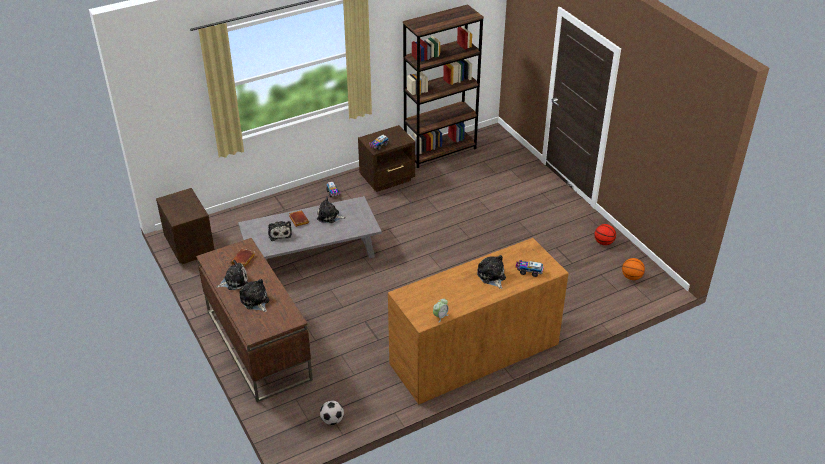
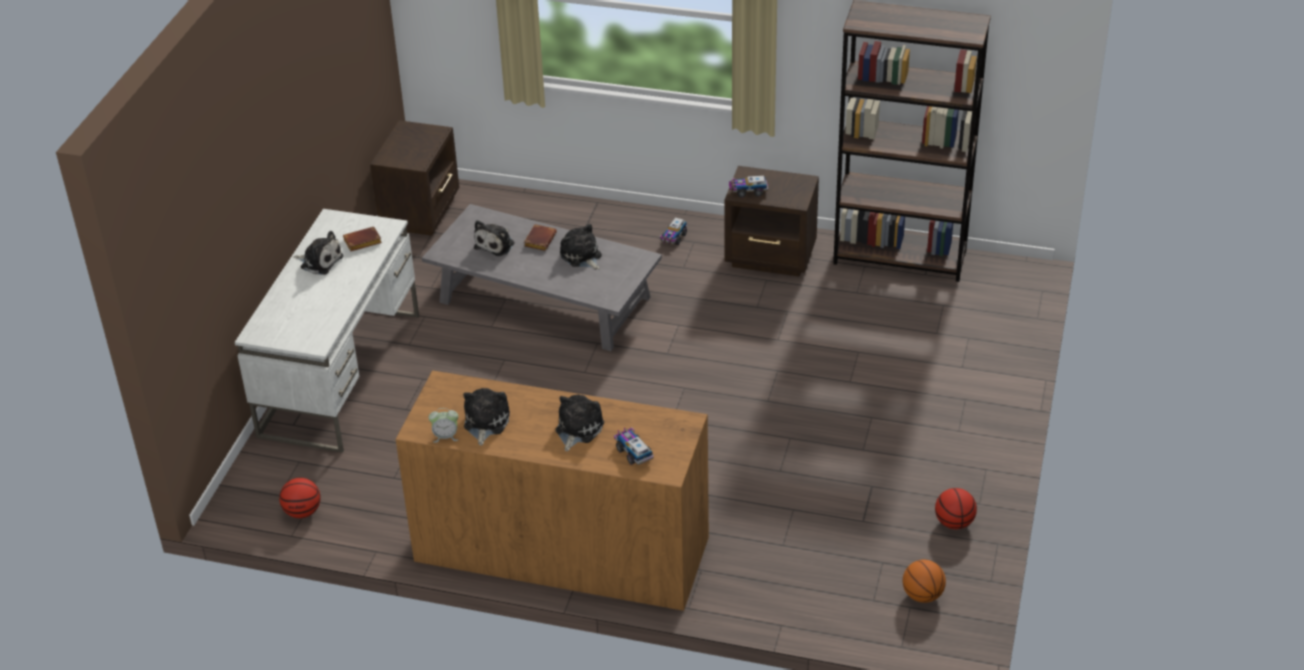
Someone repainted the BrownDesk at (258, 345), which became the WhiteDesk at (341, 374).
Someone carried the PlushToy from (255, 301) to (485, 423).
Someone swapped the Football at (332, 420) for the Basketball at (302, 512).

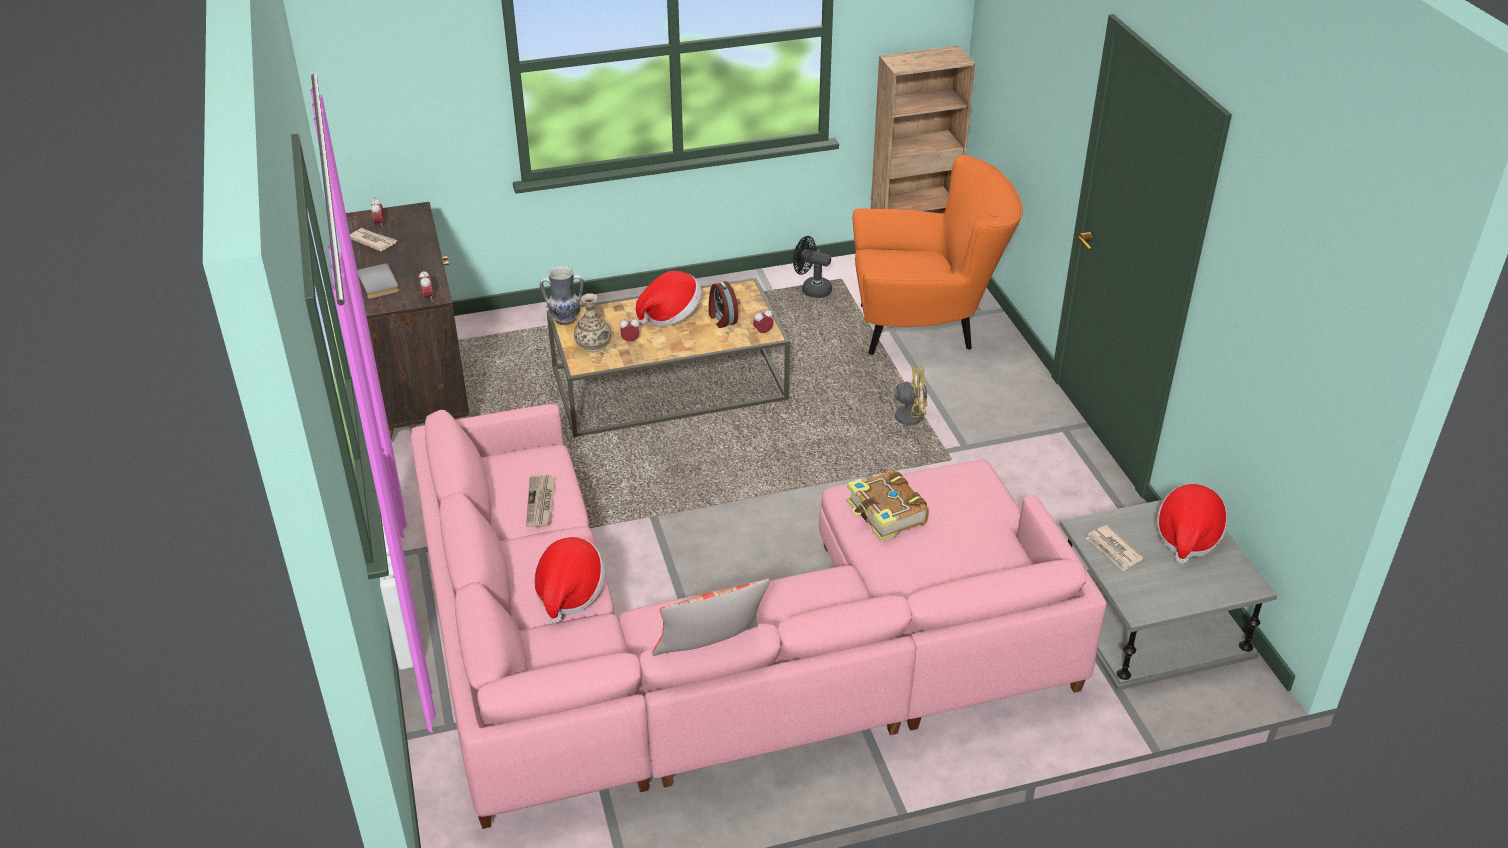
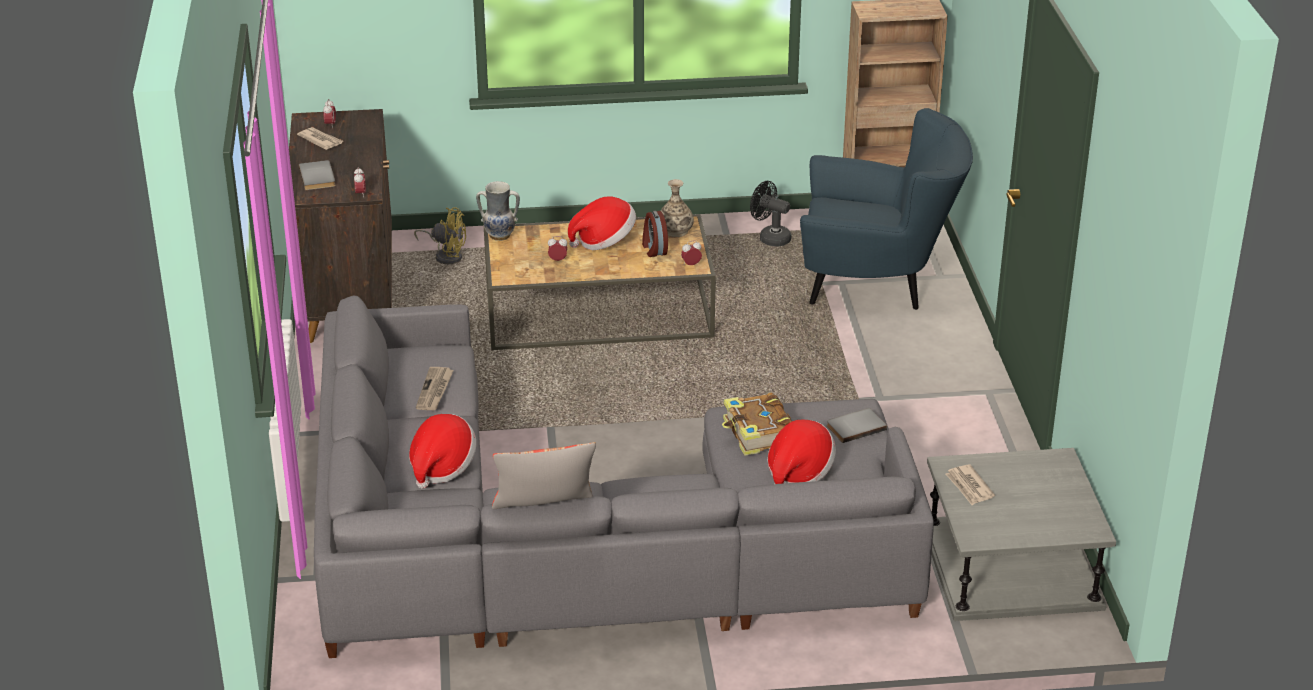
Someone repainted the PinkSofa at (719, 645), which became the GreySofa at (582, 541).
Someone carried the Vase from (593, 344) to (675, 231).
Someone repainted the OrangeArmchair at (925, 328), which became the BlueArmchair at (877, 285).
Someone carried the YellowFan from (904, 414) to (446, 255).
Someone carried the Hat from (1187, 537) to (798, 472).
Someone put down the GreyBook at (855, 426).

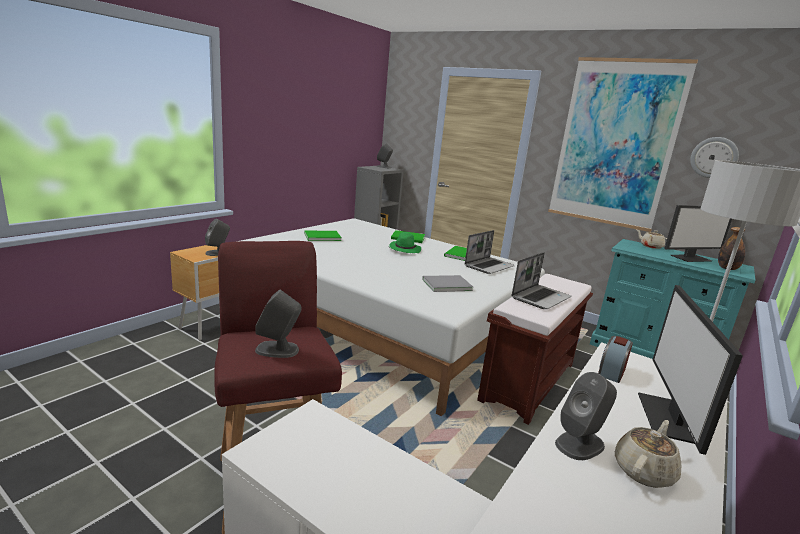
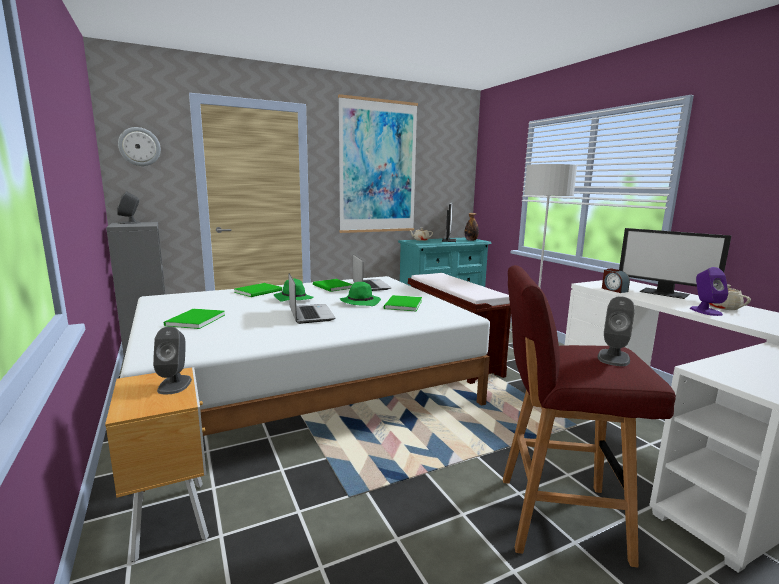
Someone repainted the GreyBook at (445, 284), which became the GreenBook at (402, 305).
Someone carried the Laptop from (540, 297) to (310, 314).
Someone repainted the GreySpeaker at (580, 444), which became the PurpleSpeaker at (705, 311).
Someone carried the WallClock from (714, 157) to (139, 146).
Someone put down the GreenHat at (360, 302).

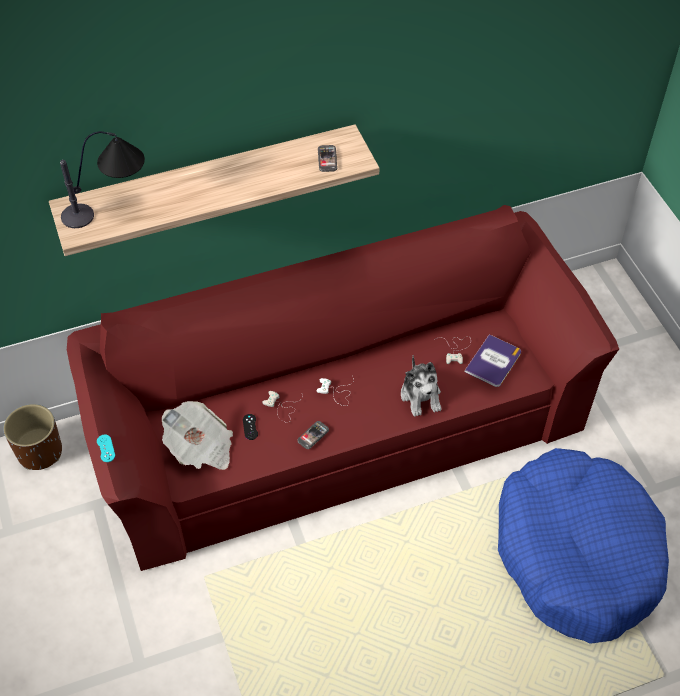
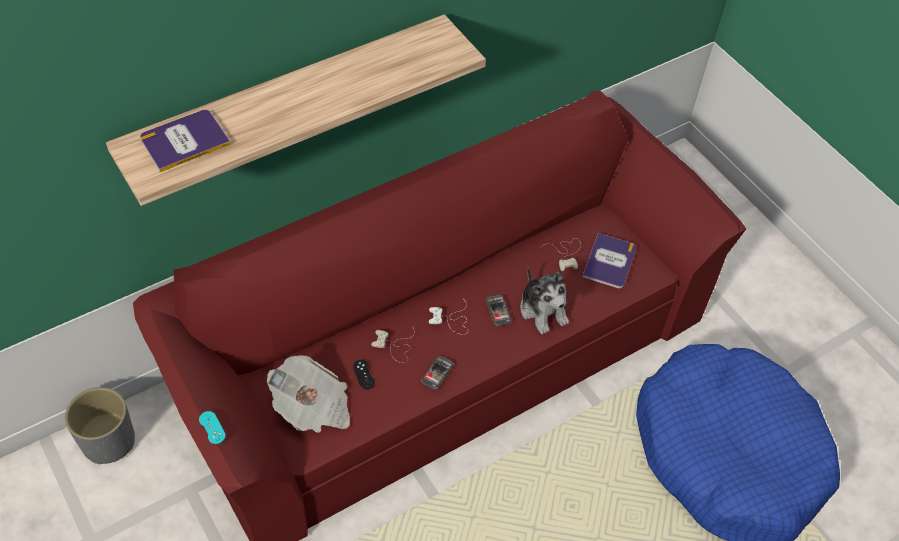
Someone repainted the BrownPlanter at (40, 452), which became the GreyPlanter at (109, 441).
Someone swapped the TableLamp at (110, 207) for the Book at (185, 141).
Someone carried the Phone from (327, 159) to (498, 311).

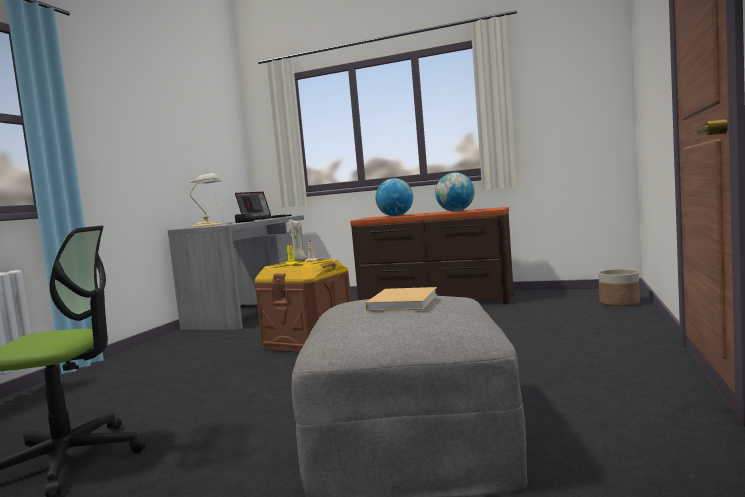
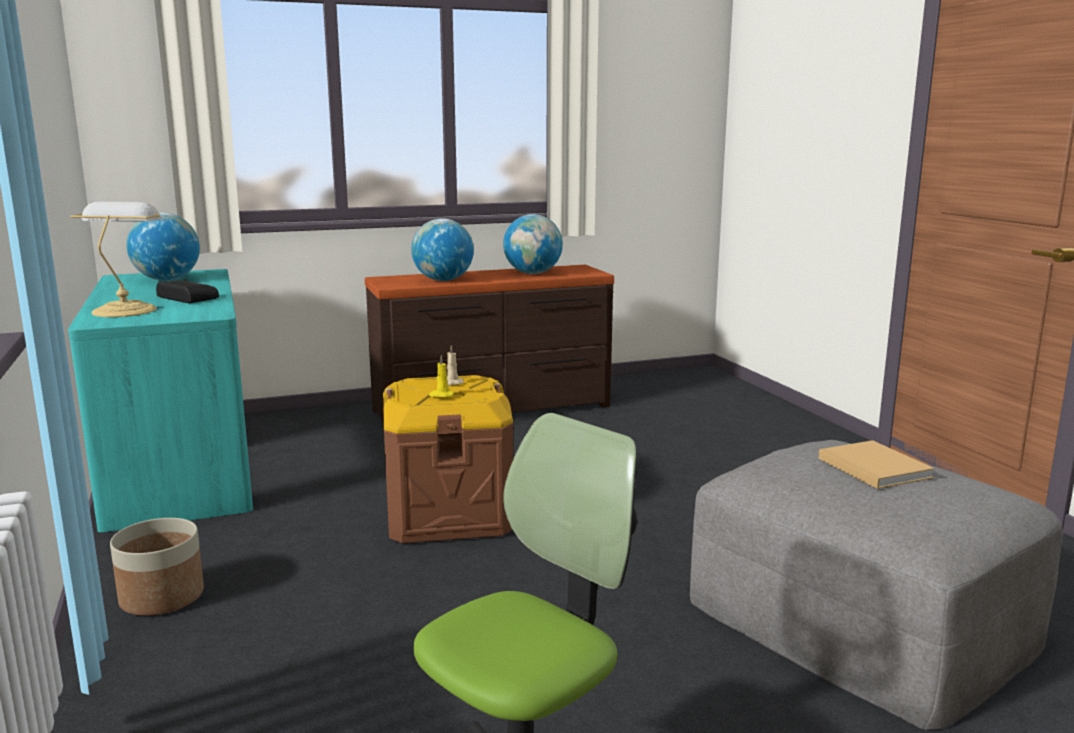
Someone repainted the GreyDesk at (252, 311), which became the TurquoiseDesk at (179, 466).
Someone swapped the Laptop at (265, 218) for the Globe at (167, 280).
Someone took away the BeigeCandle at (299, 260).
Someone carried the Planter from (619, 303) to (161, 597).

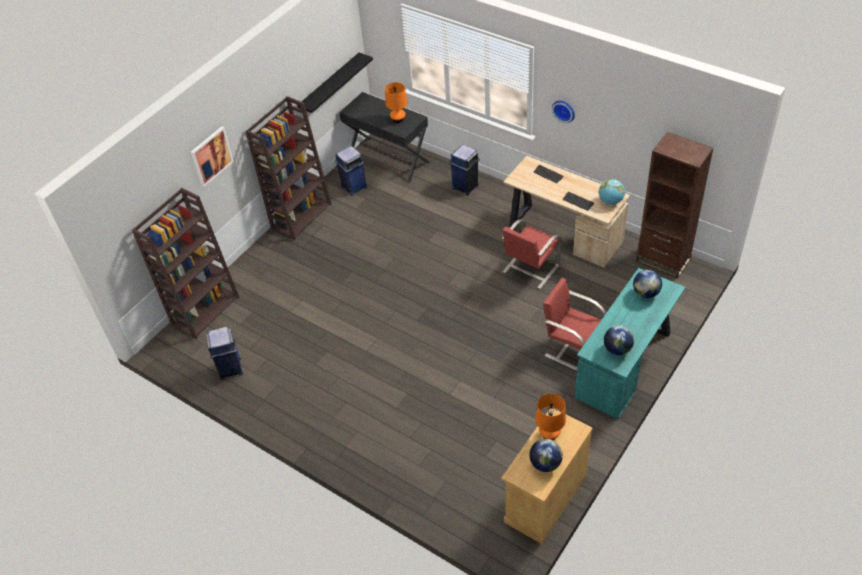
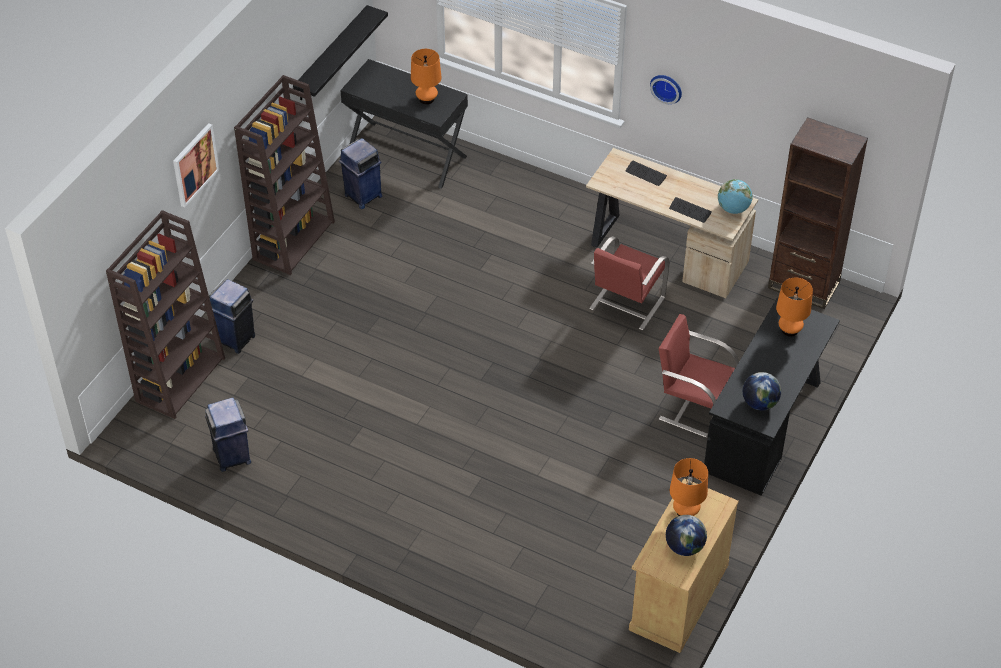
Someone carried the BlueTrashCan from (465, 186) to (236, 338).
Someone repainted the TurquoiseDesk at (626, 364), which became the BlackDesk at (766, 424).
Someone swapped the Globe at (646, 293) for the OrangeTableLamp at (790, 330).

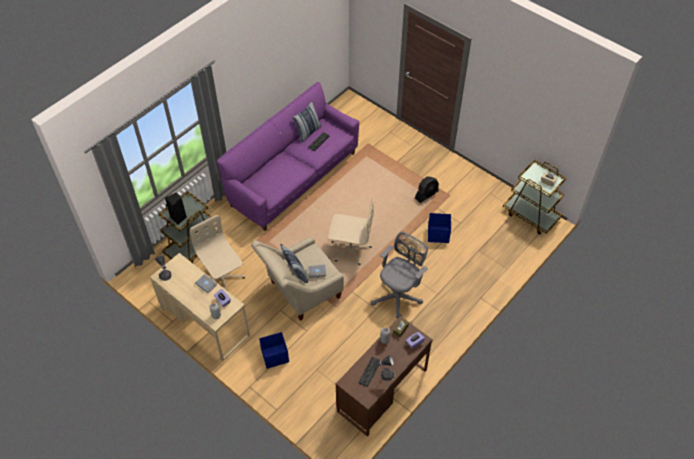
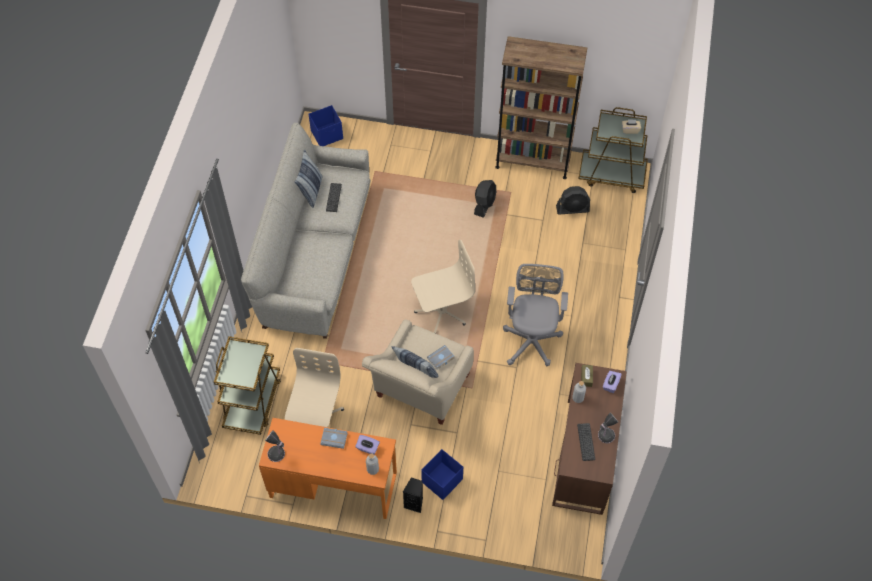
Someone repainted the BeigeDesk at (205, 322), which became the OrangeDesk at (333, 484).
Someone carried the BlackSpeaker from (179, 218) to (414, 503).
Someone rotated the BeigeOfficeChair at (223, 277) by 75 degrees clockwise.
Someone repainted the PurpleSofa at (293, 178), which became the GreySofa at (316, 256).
Someone carried the BlueStorageBox from (438, 235) to (327, 135).
Someone put down the BrownBookcase at (533, 161).
Someone put down the BlackFan at (572, 209).

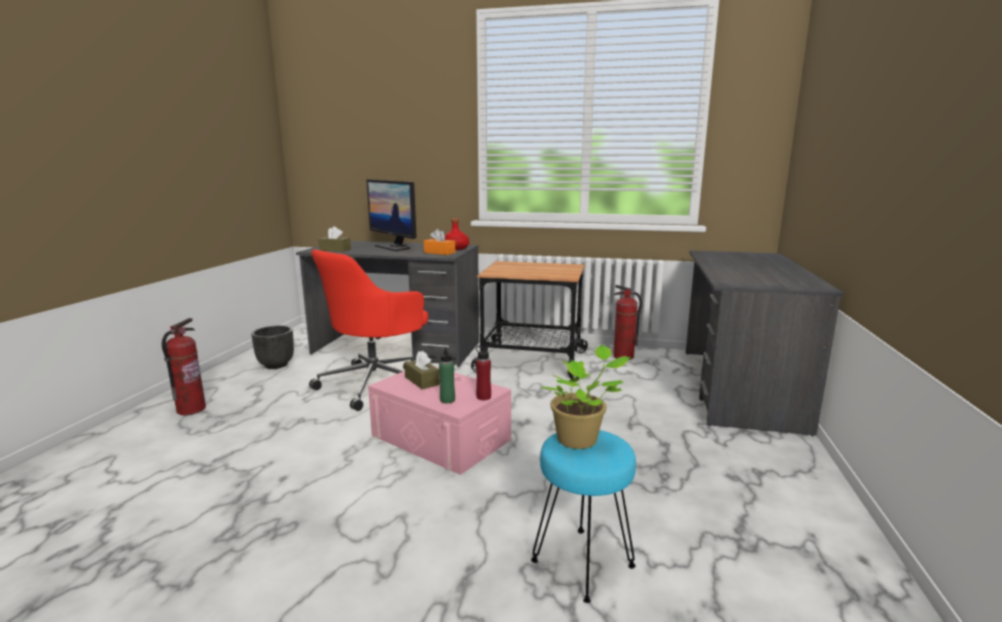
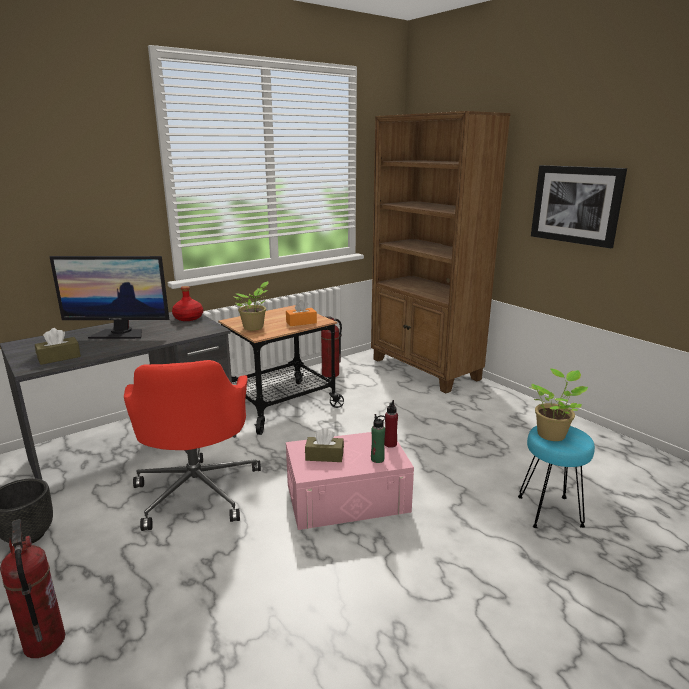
Someone carried the OrangeTissueBox from (439, 252) to (301, 322).
Someone swapped the GreyDesk at (738, 388) for the BrownBookcase at (425, 369).
Someone put down the PottedPlant at (254, 327).
Someone put up the Picture at (576, 205).

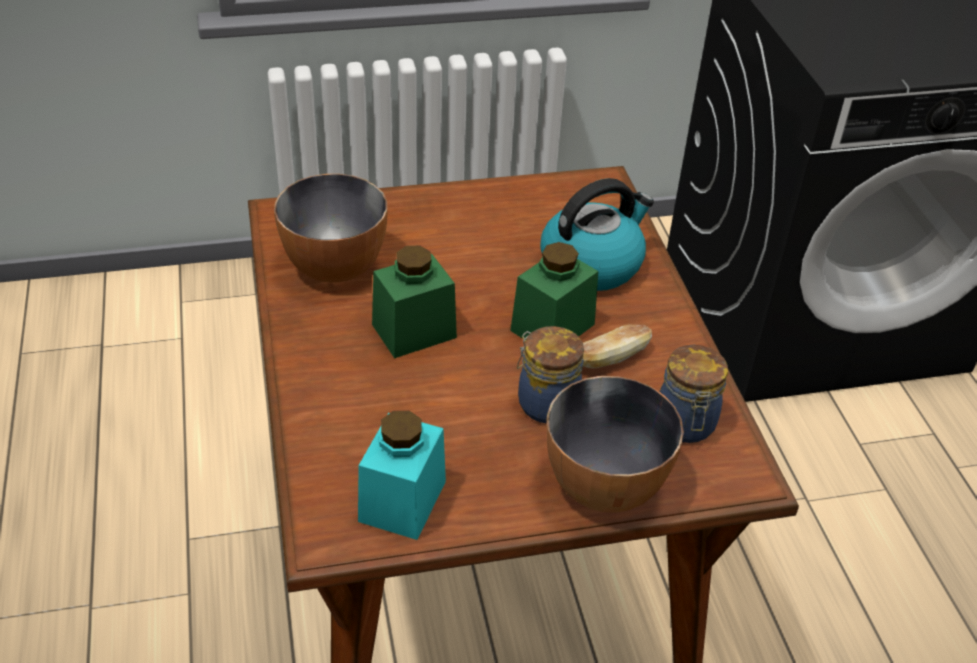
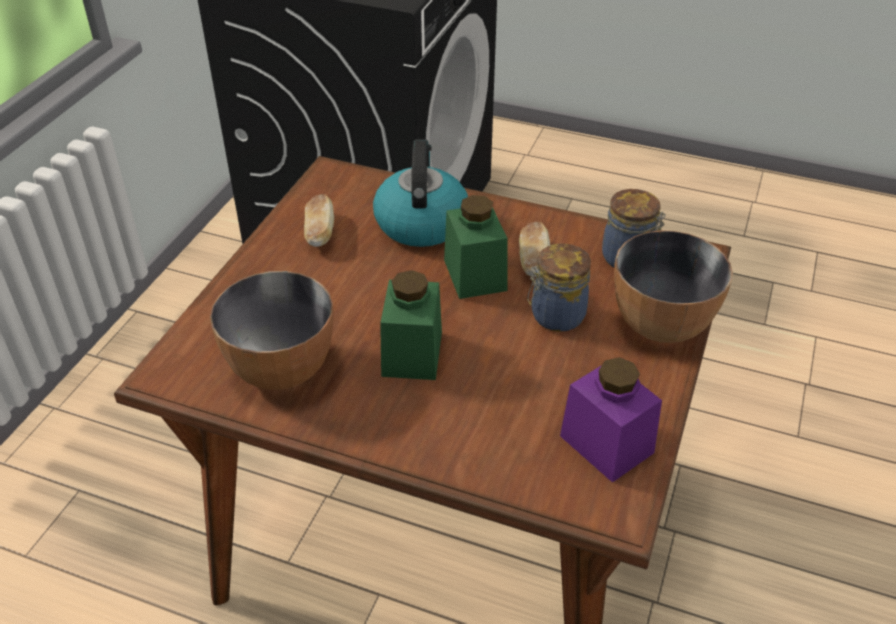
Someone repainted the TurquoiseJar at (402, 501), which became the PurpleJar at (606, 444).
Someone put down the Bread at (319, 233).

